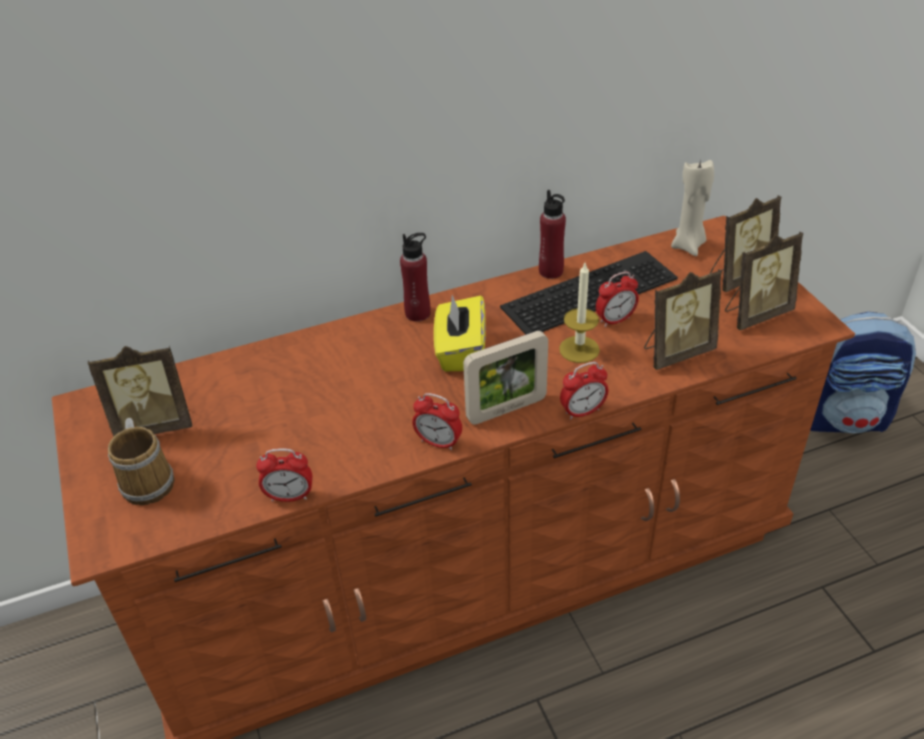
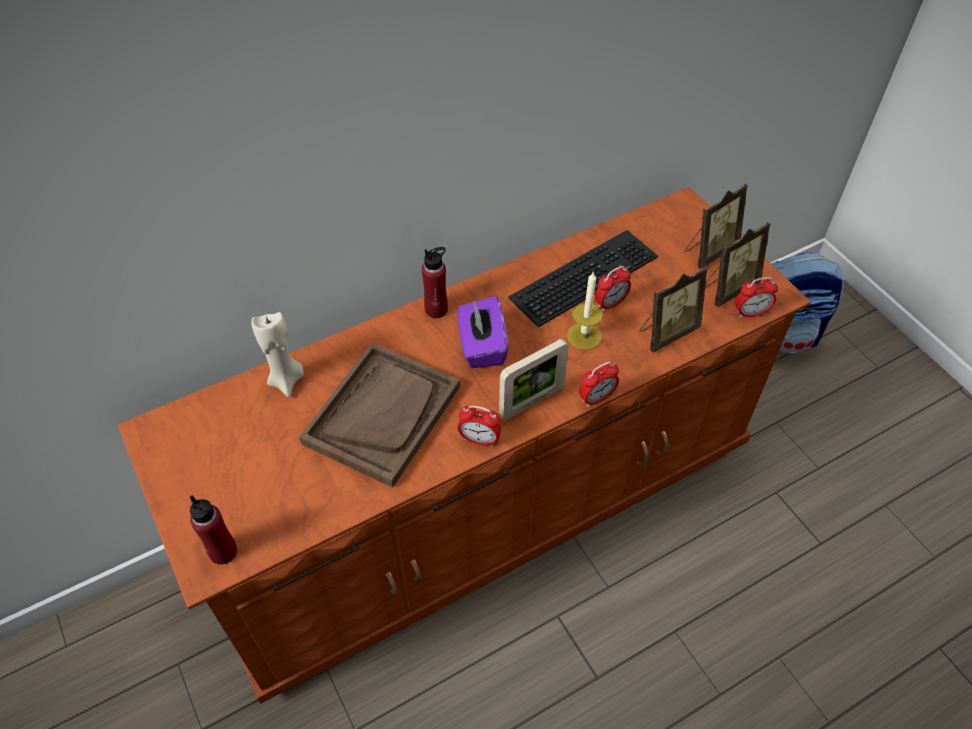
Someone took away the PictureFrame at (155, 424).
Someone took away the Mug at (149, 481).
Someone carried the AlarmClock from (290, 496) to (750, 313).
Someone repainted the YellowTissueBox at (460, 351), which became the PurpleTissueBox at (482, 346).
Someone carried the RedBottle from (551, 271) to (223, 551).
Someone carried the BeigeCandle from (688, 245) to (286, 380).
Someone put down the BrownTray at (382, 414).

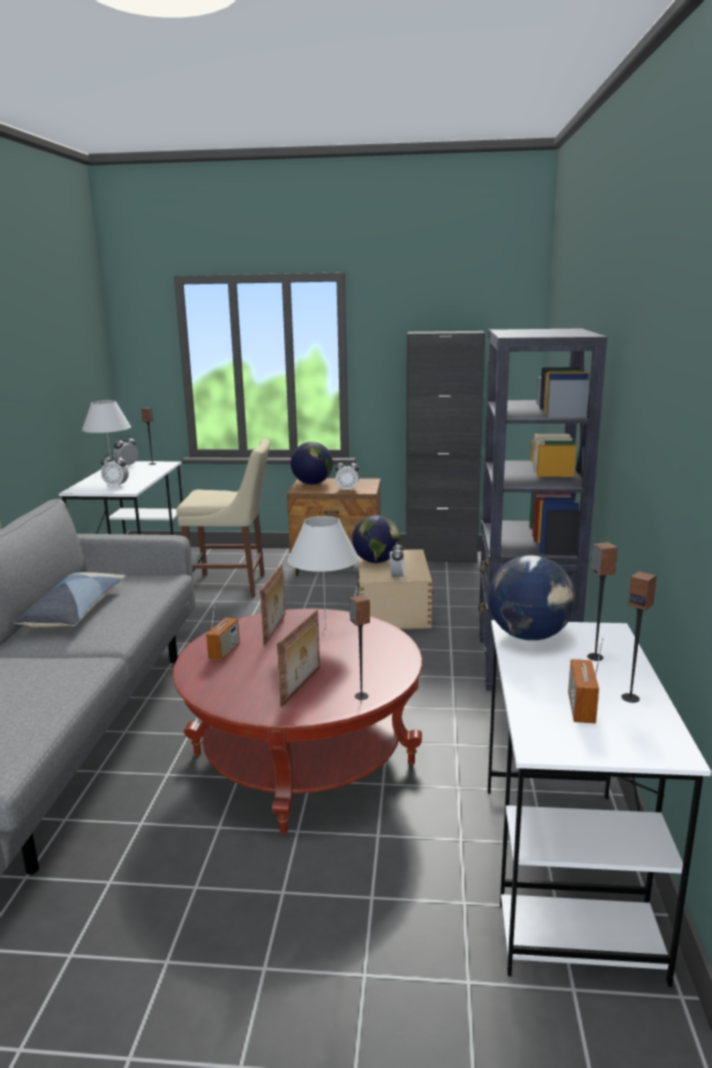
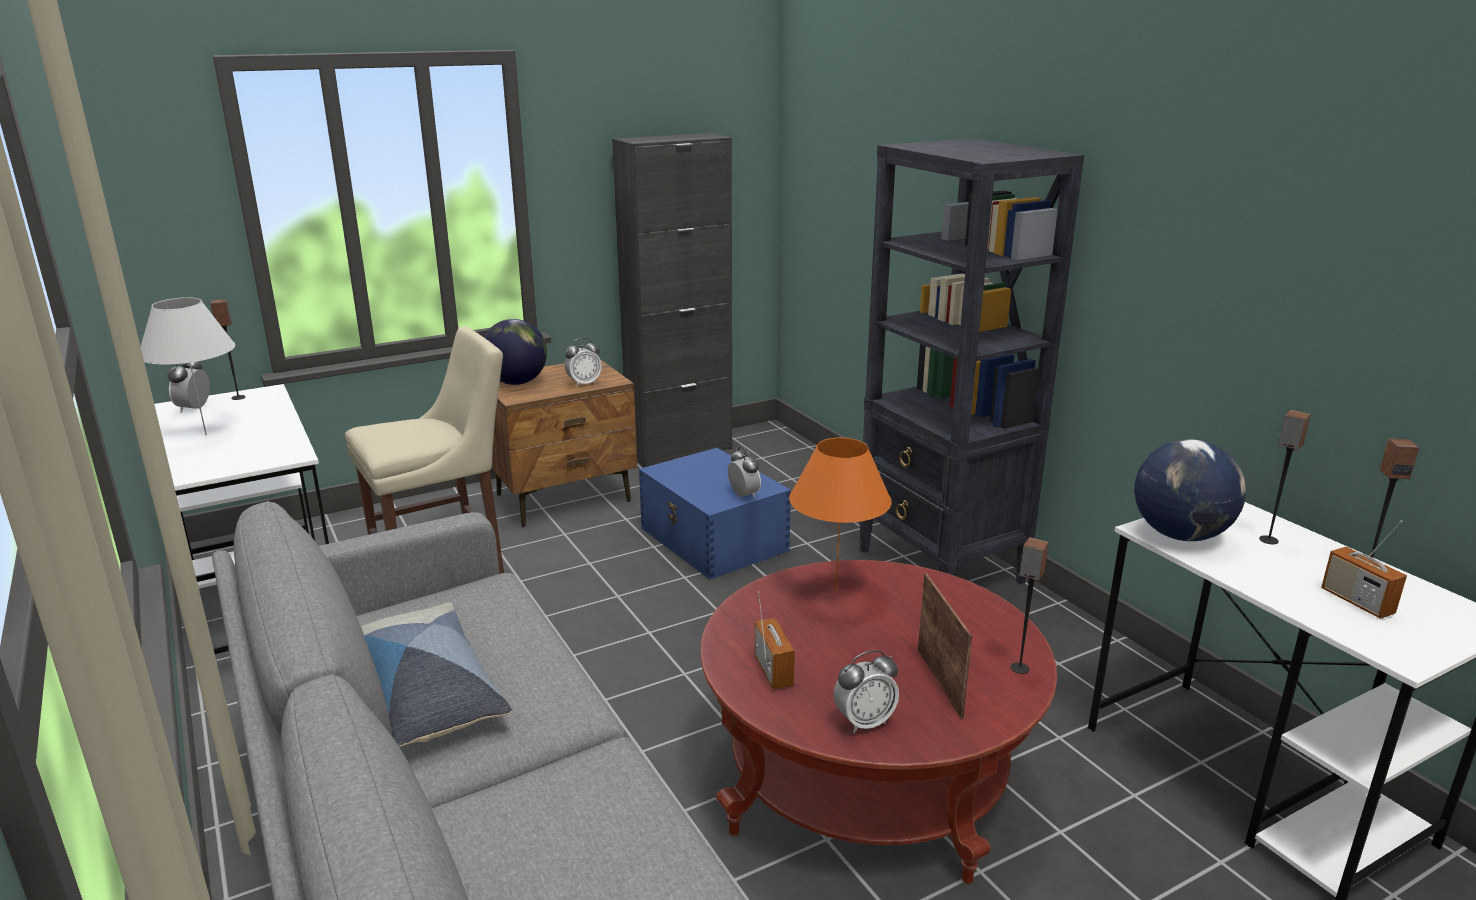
Someone carried the AlarmClock from (116, 486) to (864, 722).
Someone took away the PictureFrame at (275, 629).
Someone repainted the WhiteTableLamp at (325, 626), which became the OrangeTableLamp at (836, 591).
Someone took away the Globe at (376, 561).
Someone repainted the BeigeStorageBox at (392, 610), which became the BlueStorageBox at (714, 540).

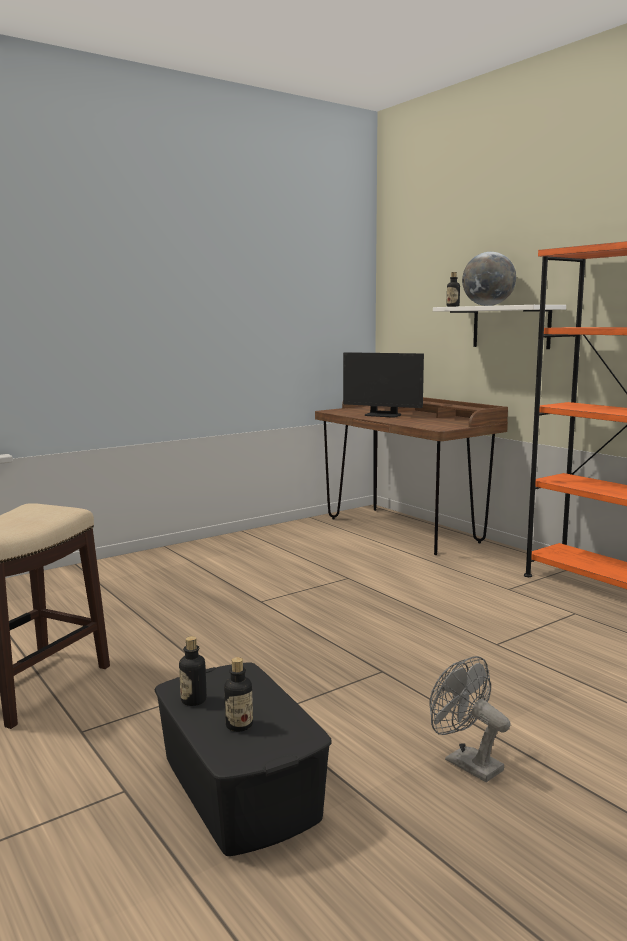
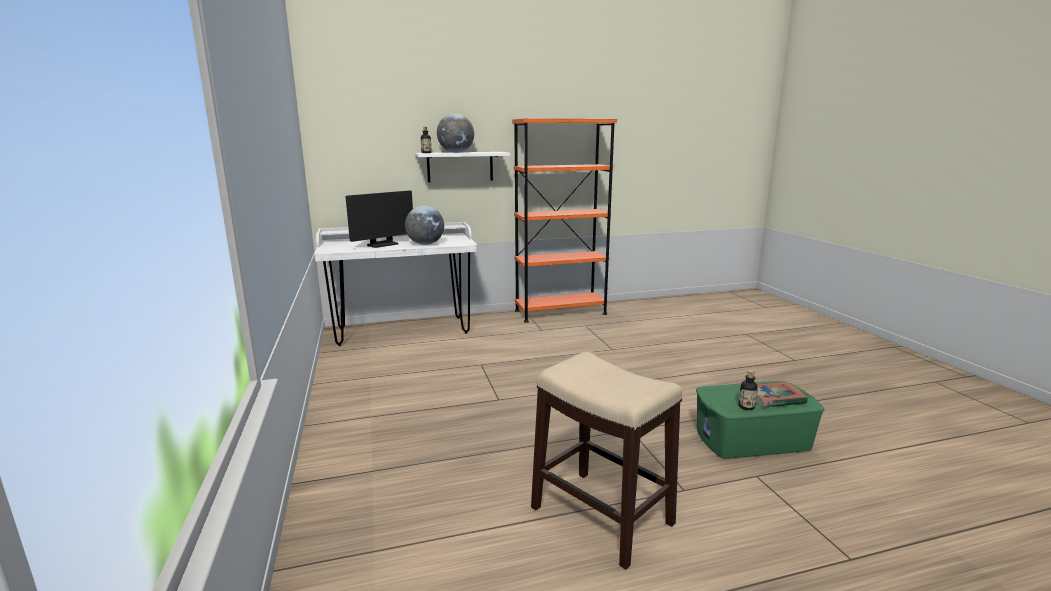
Someone repainted the BlackStorageBox at (238, 788), which became the GreenStorageBox at (752, 440).
Someone swapped the Bottle at (239, 725) for the Book at (774, 398).
Someone repainted the BrownDesk at (403, 530), which became the WhiteDesk at (403, 331).
Someone took away the GreyFan at (466, 762).
Someone put down the Globe at (425, 244).

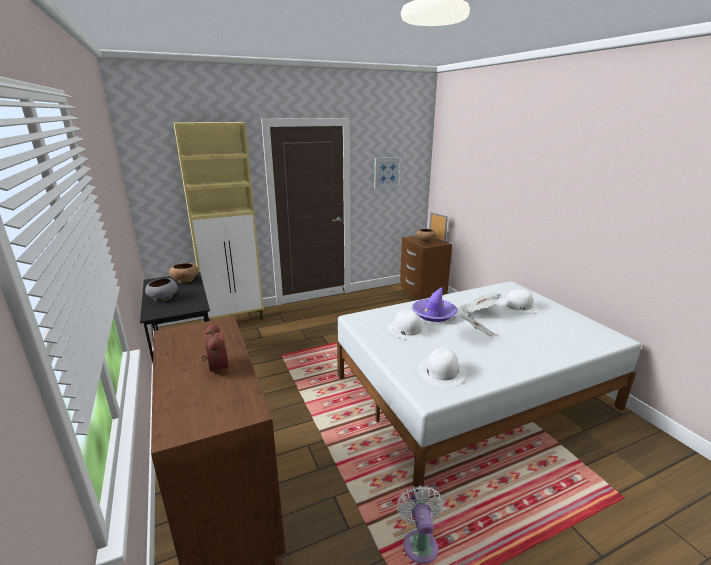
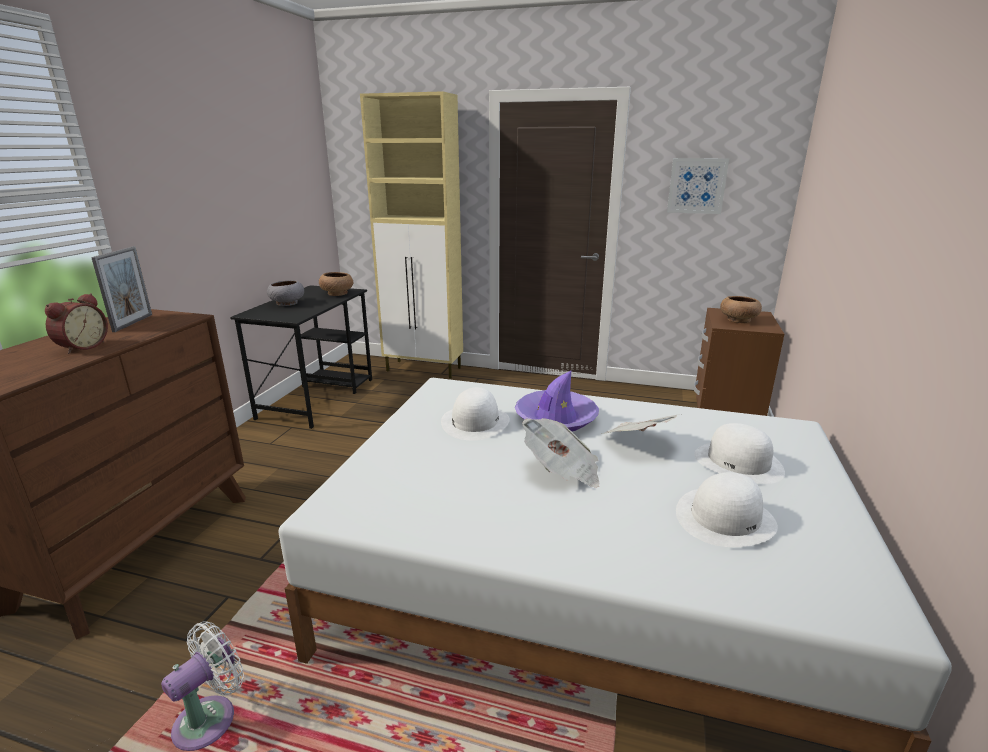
Someone carried the WhiteHat from (442, 371) to (725, 518).
Someone carried the PictureFrame from (437, 239) to (133, 323).

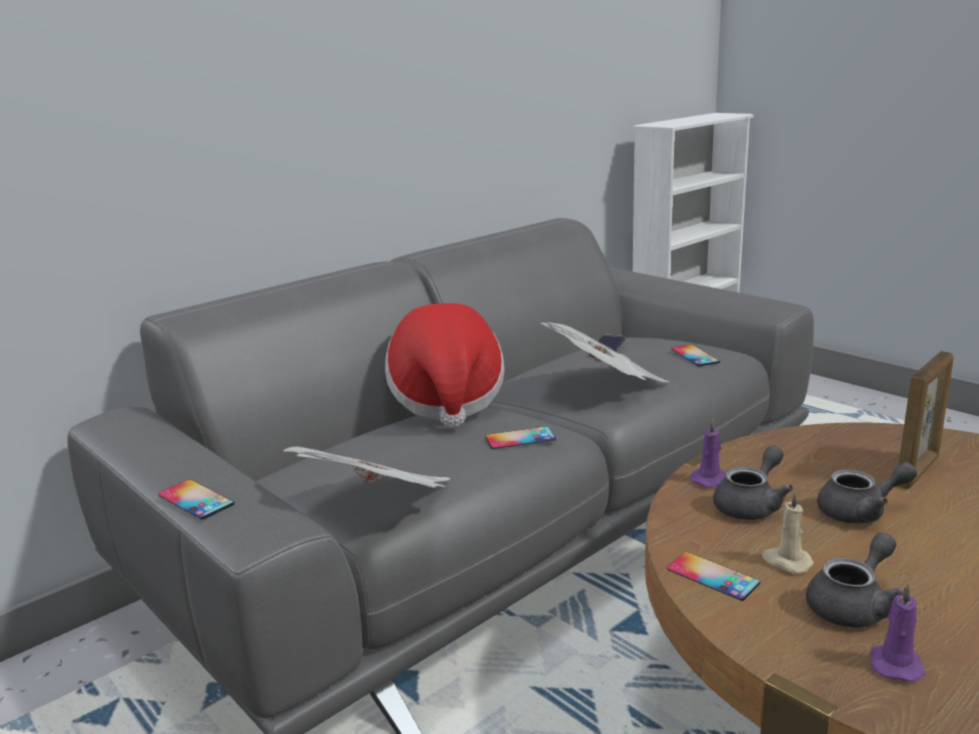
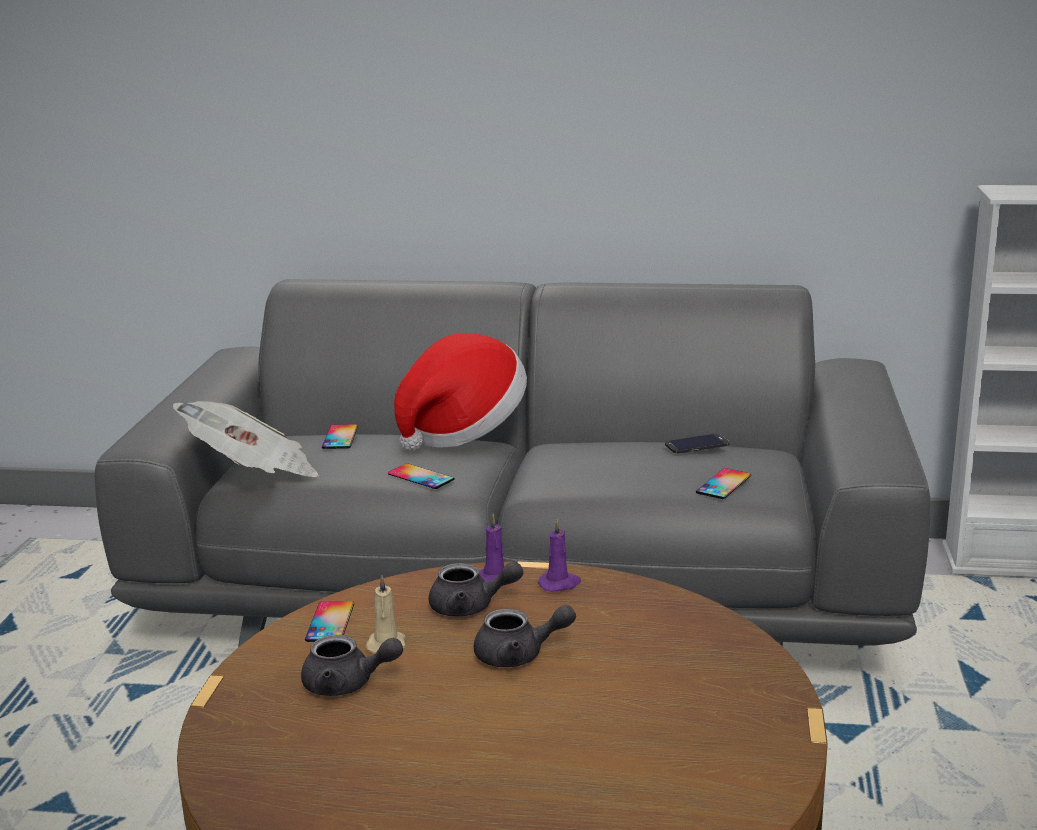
Someone carried the Phone from (196, 500) to (340, 437).
Someone took away the Newspaper at (605, 383).
Someone rotated the GreyTeapot at (861, 512) by 45 degrees counterclockwise.
Someone carried the PurpleCandle from (895, 663) to (560, 584).
Someone took away the PictureFrame at (918, 471).

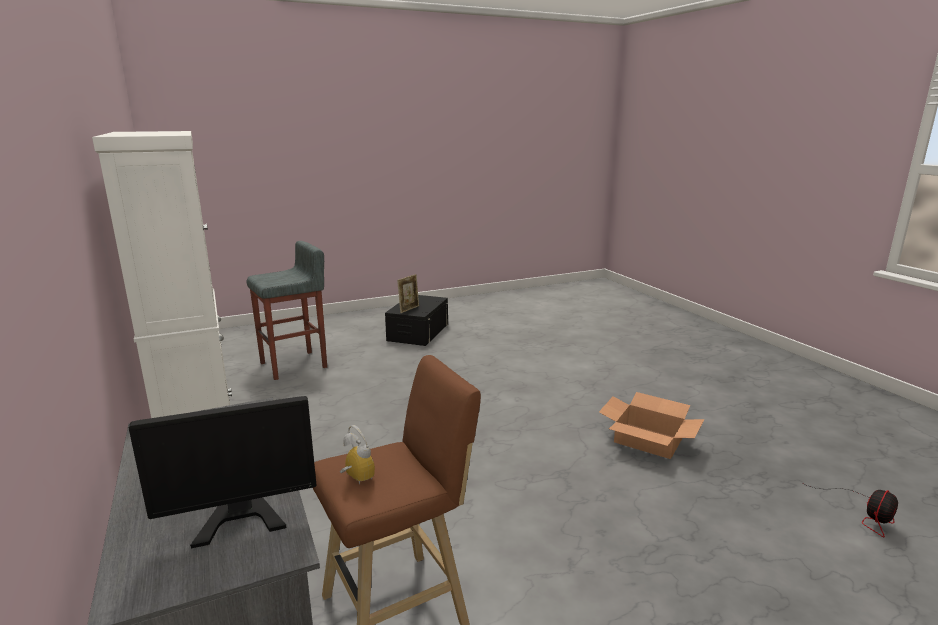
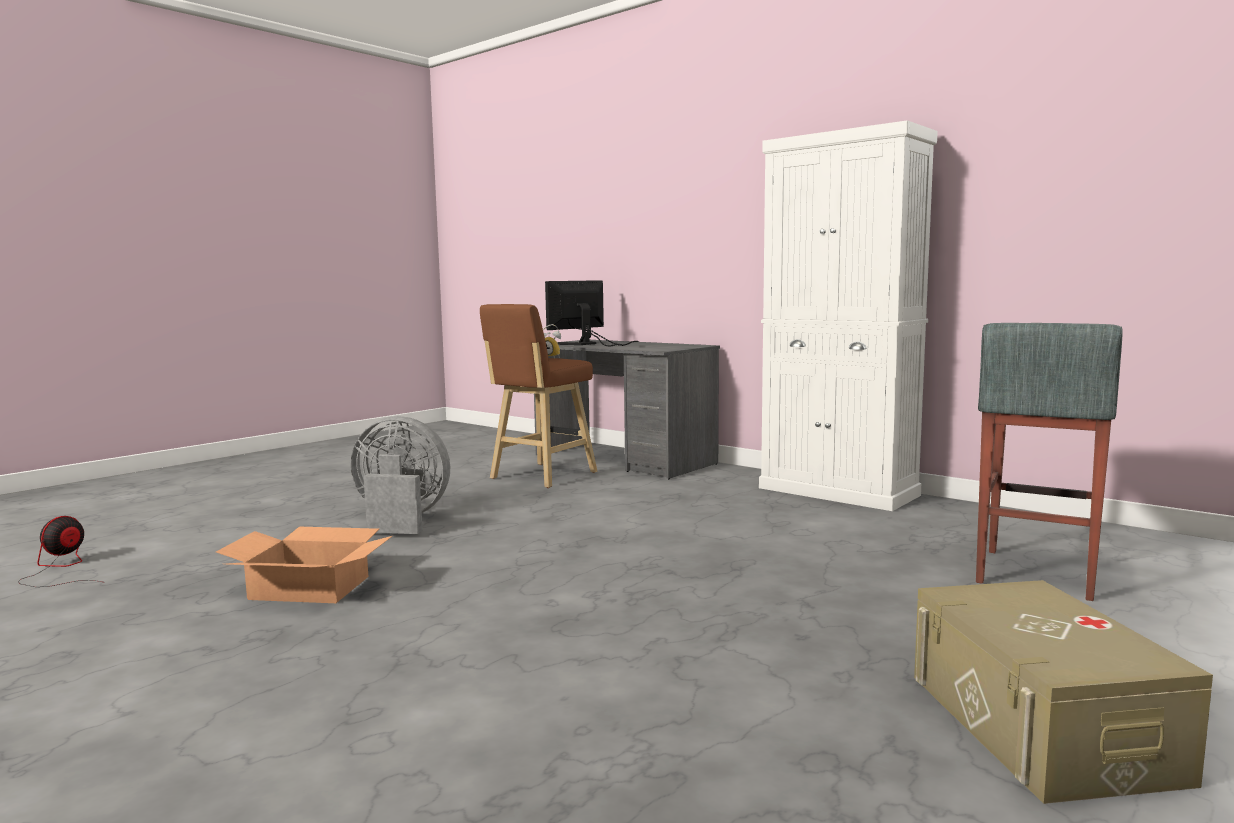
Someone repainted the BlackStorageBox at (418, 332), which became the BeigeStorageBox at (1040, 726).
Someone took away the PictureFrame at (409, 309).
Someone put down the GreyFan at (400, 520).

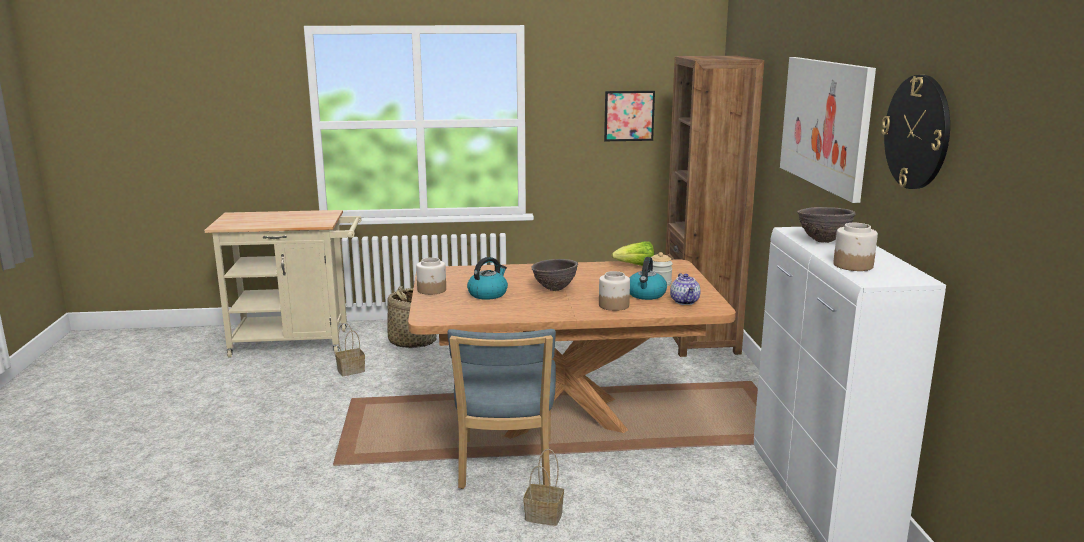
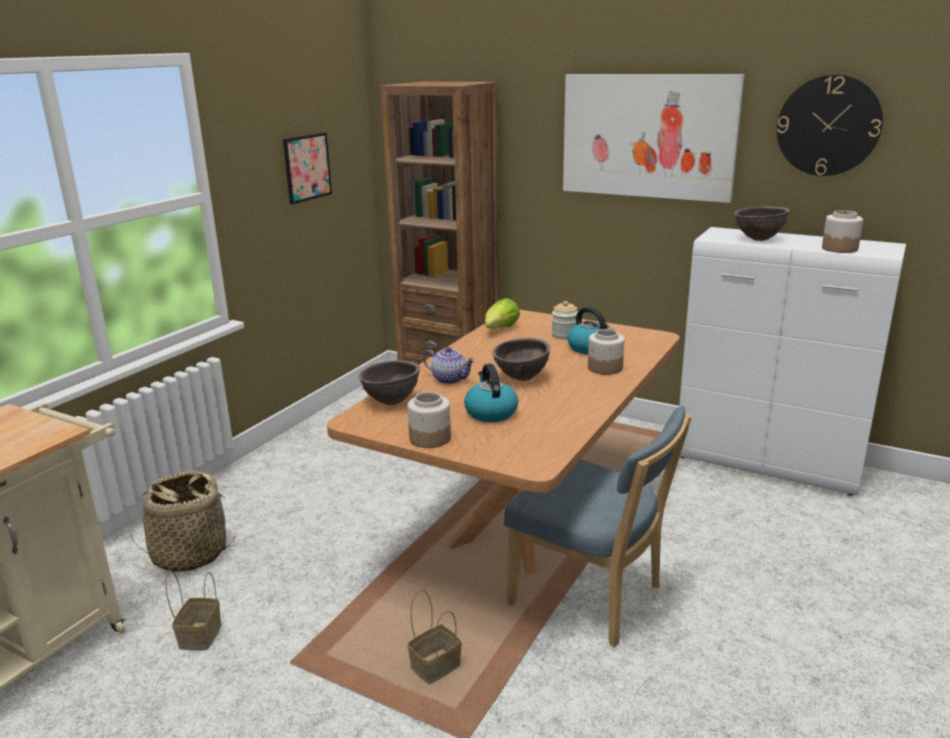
Someone carried the Basket from (545, 515) to (436, 666).
Someone carried the Teapot from (685, 302) to (450, 379).
Someone put down the BrownBowl at (391, 402).

